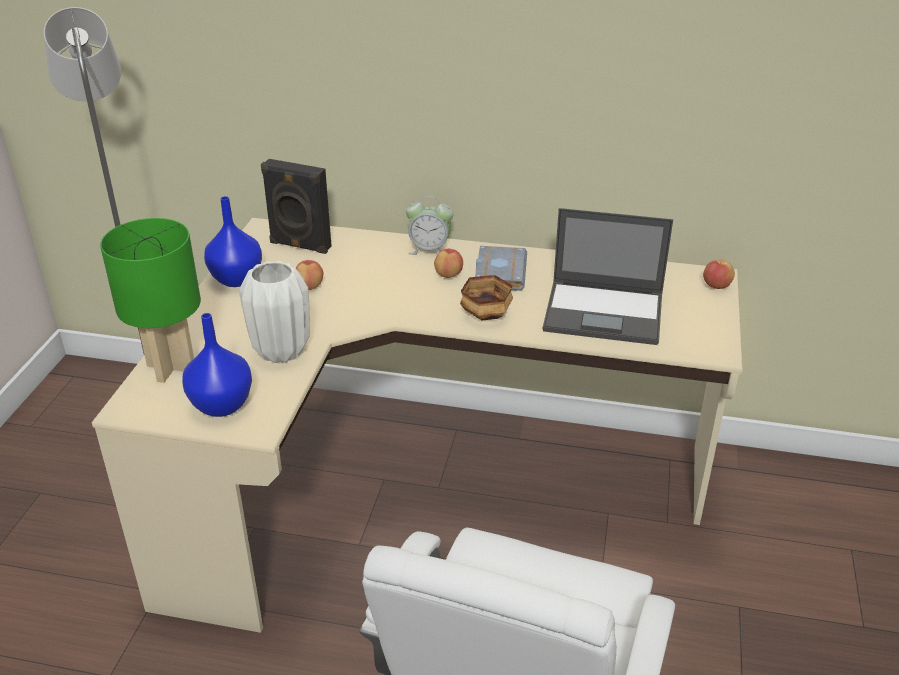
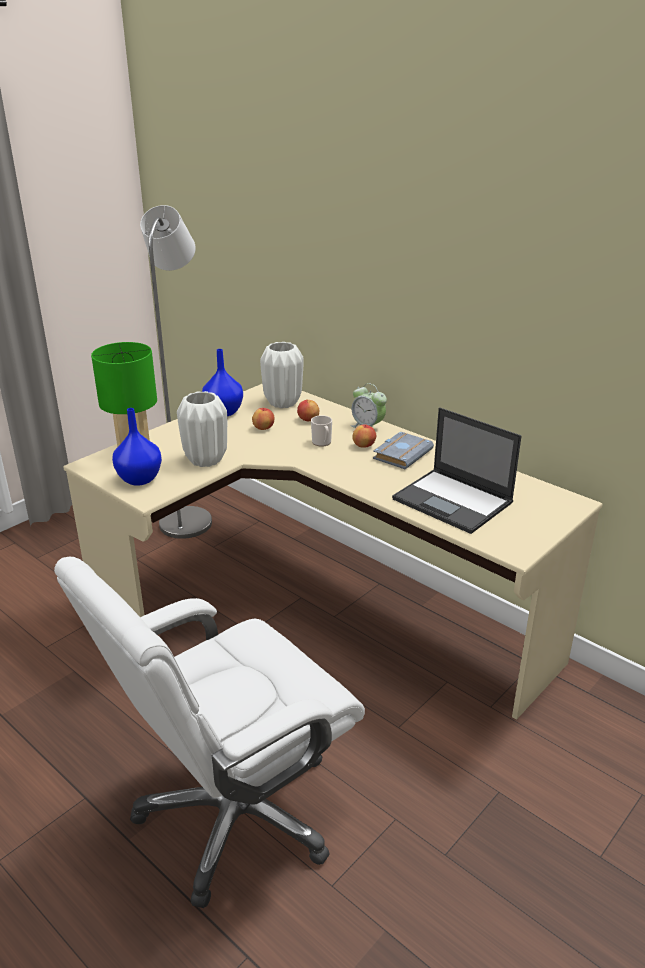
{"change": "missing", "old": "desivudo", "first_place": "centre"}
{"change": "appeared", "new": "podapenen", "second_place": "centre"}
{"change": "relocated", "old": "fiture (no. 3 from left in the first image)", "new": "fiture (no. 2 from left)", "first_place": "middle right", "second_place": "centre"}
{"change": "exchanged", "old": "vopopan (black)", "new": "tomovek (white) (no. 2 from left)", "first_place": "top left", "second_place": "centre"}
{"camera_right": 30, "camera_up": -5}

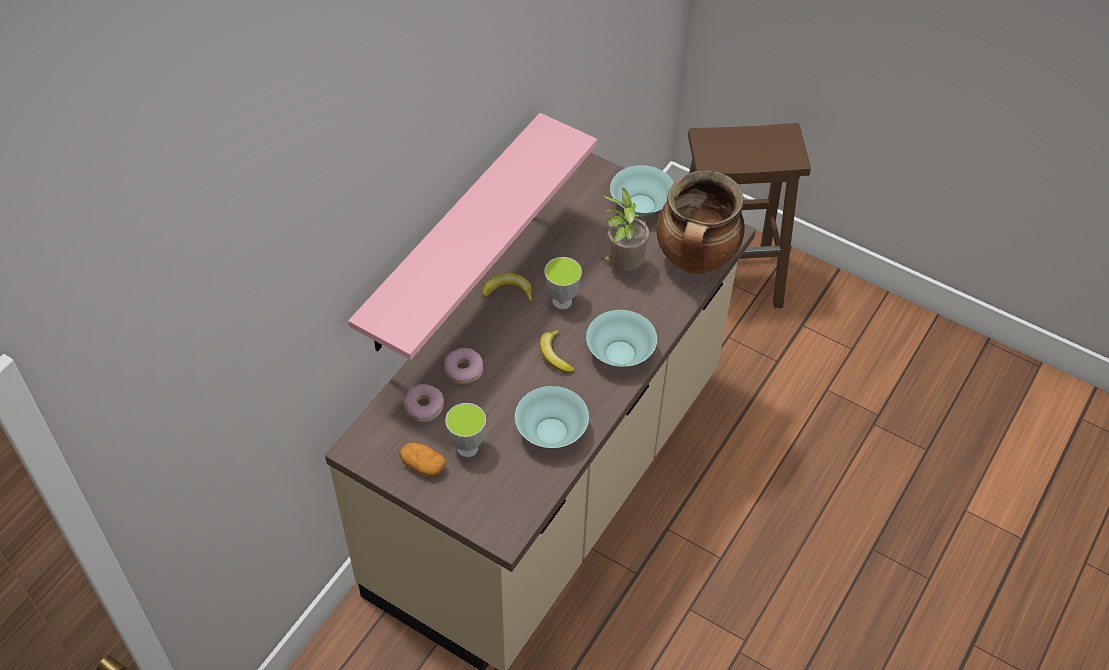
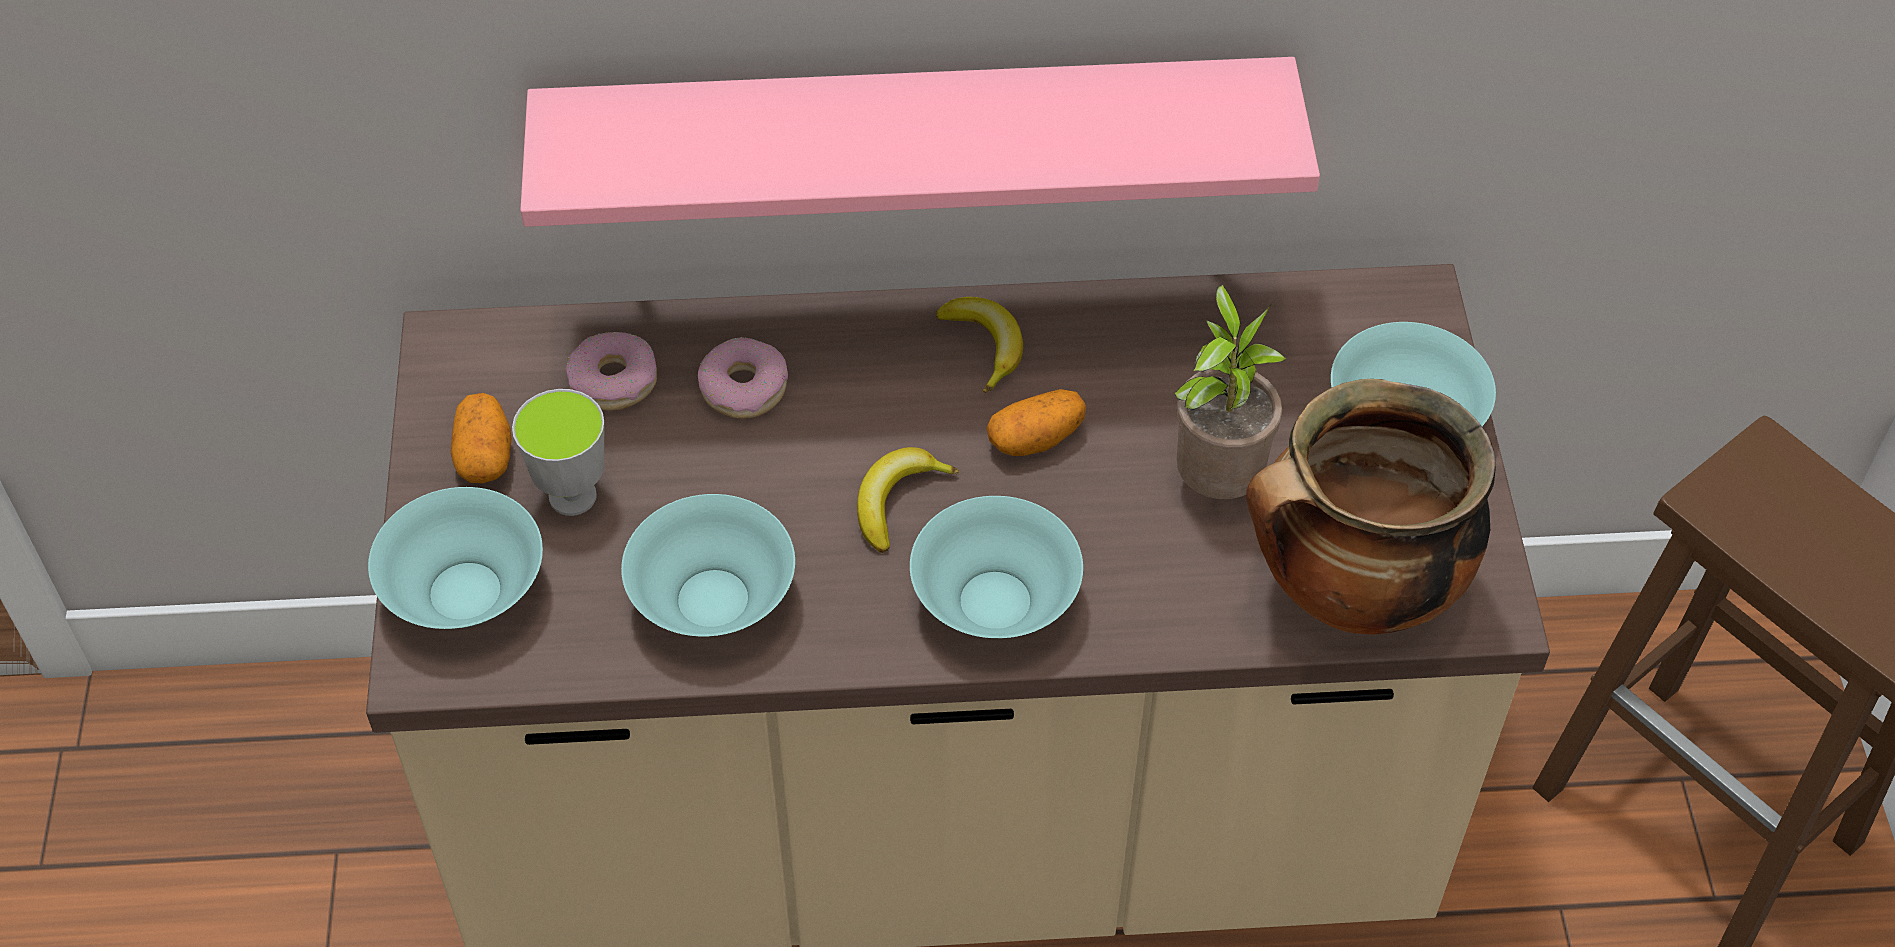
{"change": "appeared", "new": "desivudo (turquoise) (no. 1 from left)", "second_place": "middle left"}
{"change": "exchanged", "old": "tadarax (no. 2 from left)", "new": "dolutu (no. 2 from left)", "first_place": "centre", "second_place": "centre"}
{"camera_right": 55, "camera_up": 0}

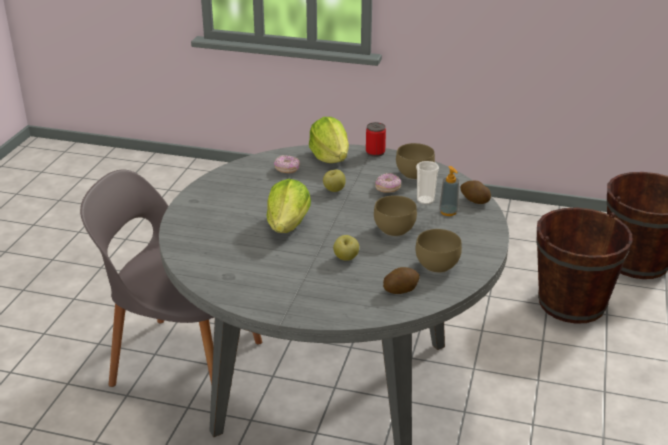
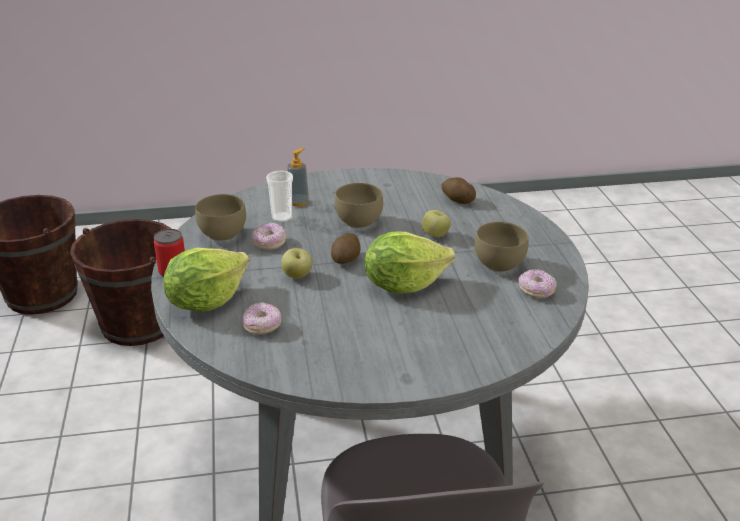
{"change": "appeared", "new": "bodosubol (no. 3 from left)", "second_place": "middle right"}
{"change": "relocated", "old": "desivudo (brown) (no. 3 from left)", "first_place": "centre", "second_place": "middle right"}
{"change": "relocated", "old": "dolutu (no. 2 from left in the first image)", "new": "dolutu (no. 1 from left)", "first_place": "middle right", "second_place": "centre"}
{"camera_right": -115, "camera_up": 0}

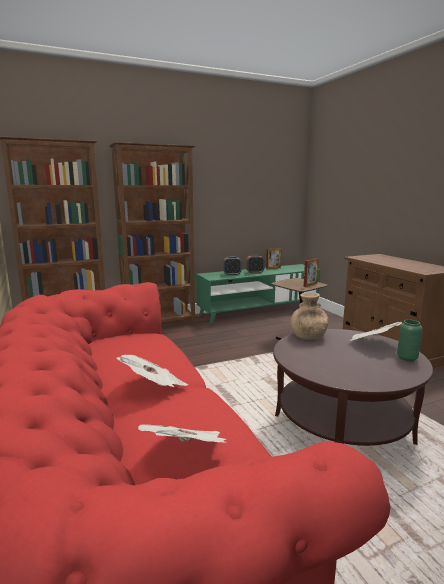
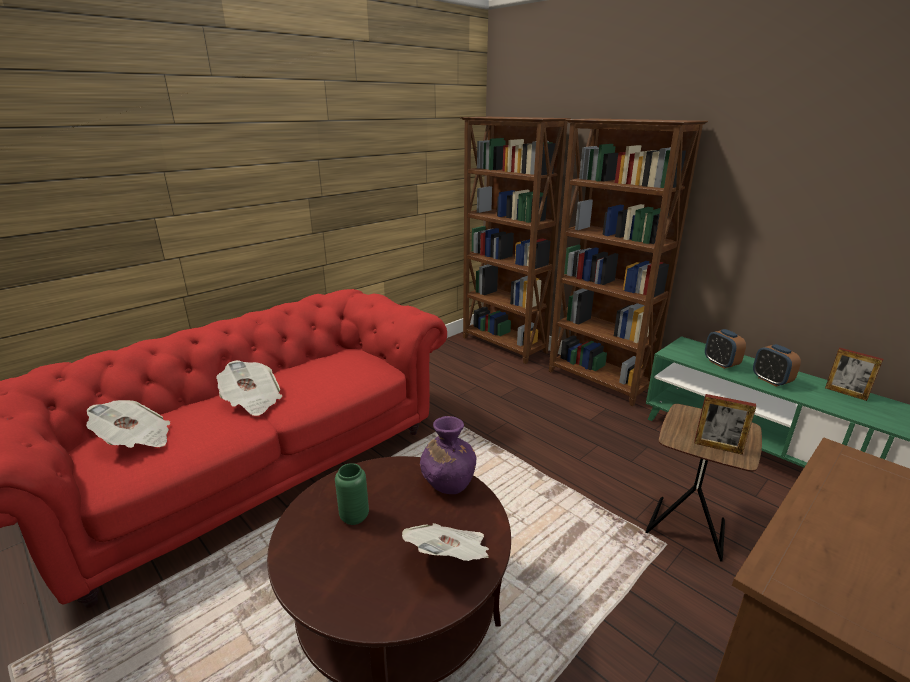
{"change": "relocated", "old": "tomovek (green)", "first_place": "middle right", "second_place": "bottom centre"}
{"change": "colour", "old": "tomovek (brown)", "new": "tomovek (purple)", "first_place": "middle right", "second_place": "bottom centre"}
{"camera_right": 70, "camera_up": 10}

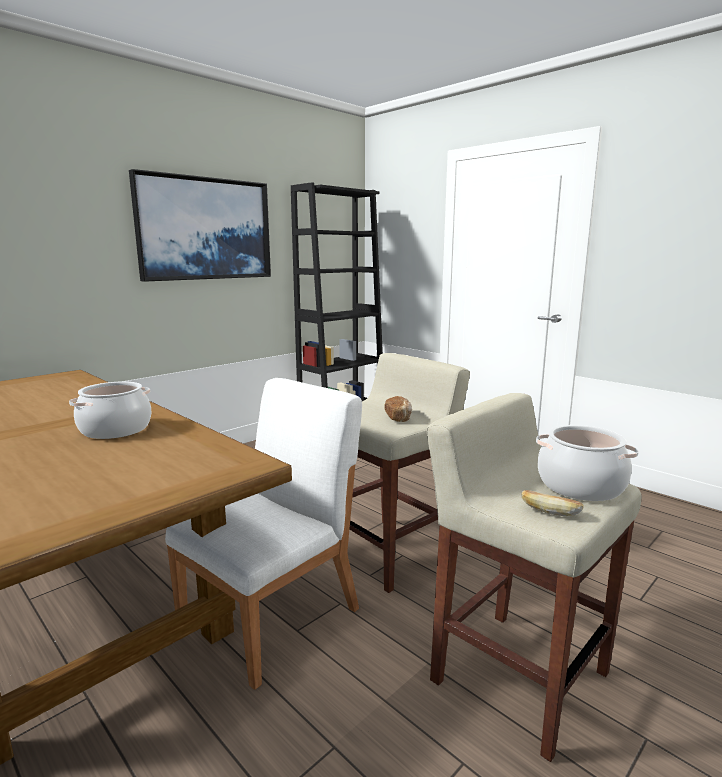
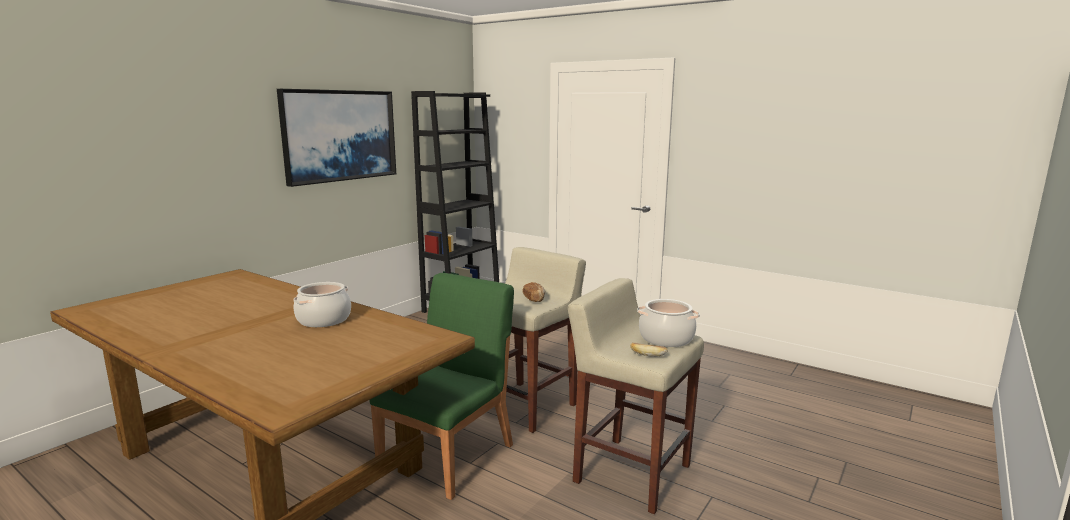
{"change": "colour", "old": "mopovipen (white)", "new": "mopovipen (green)", "first_place": "bottom centre", "second_place": "bottom centre"}
{"camera_right": -10, "camera_up": 0}

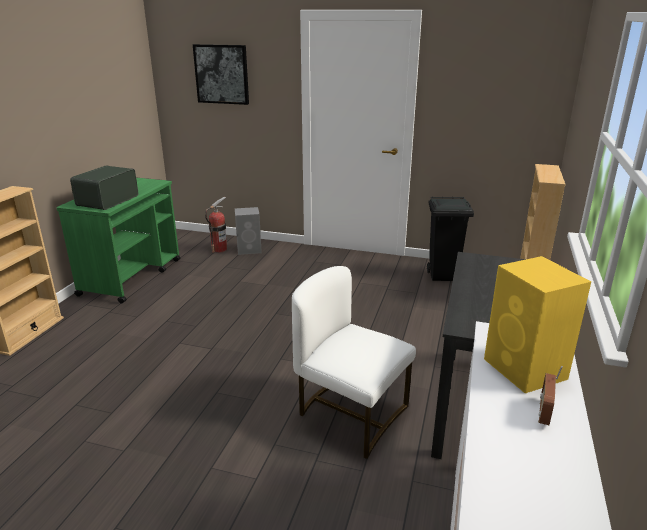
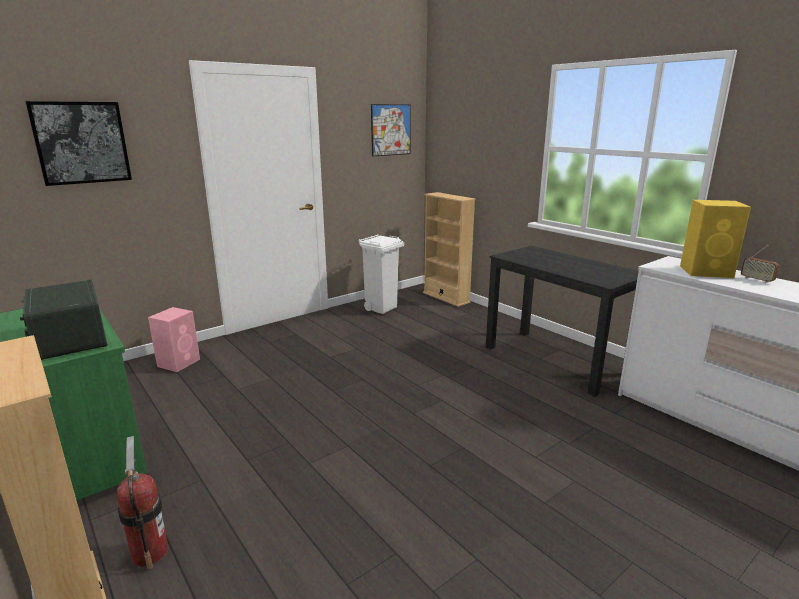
{"change": "missing", "old": "mopovipen (white)", "first_place": "bottom centre"}
{"change": "appeared", "new": "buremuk (no. 2 from left)", "second_place": "top centre"}
{"change": "relocated", "old": "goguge", "first_place": "centre", "second_place": "bottom left"}
{"change": "colour", "old": "vopopan (grey)", "new": "vopopan (pink)", "first_place": "centre", "second_place": "middle left"}
{"change": "colour", "old": "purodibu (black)", "new": "purodibu (white)", "first_place": "middle right", "second_place": "centre"}
{"camera_right": -55, "camera_up": -5}

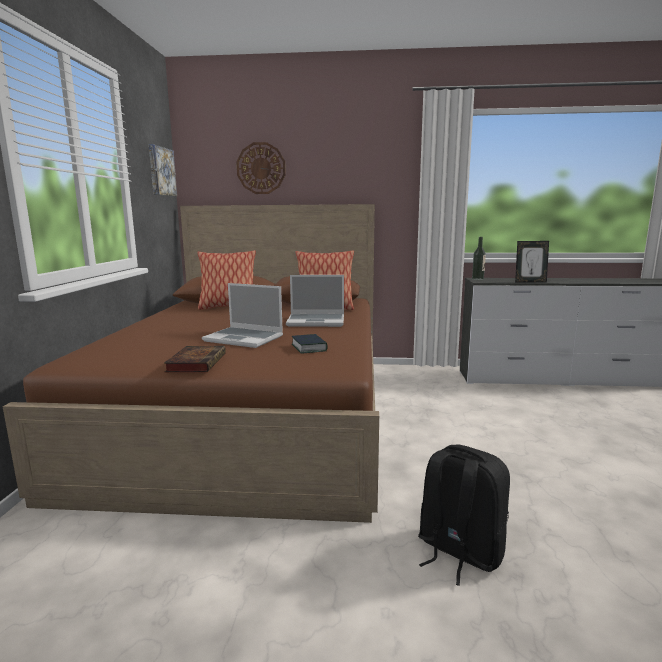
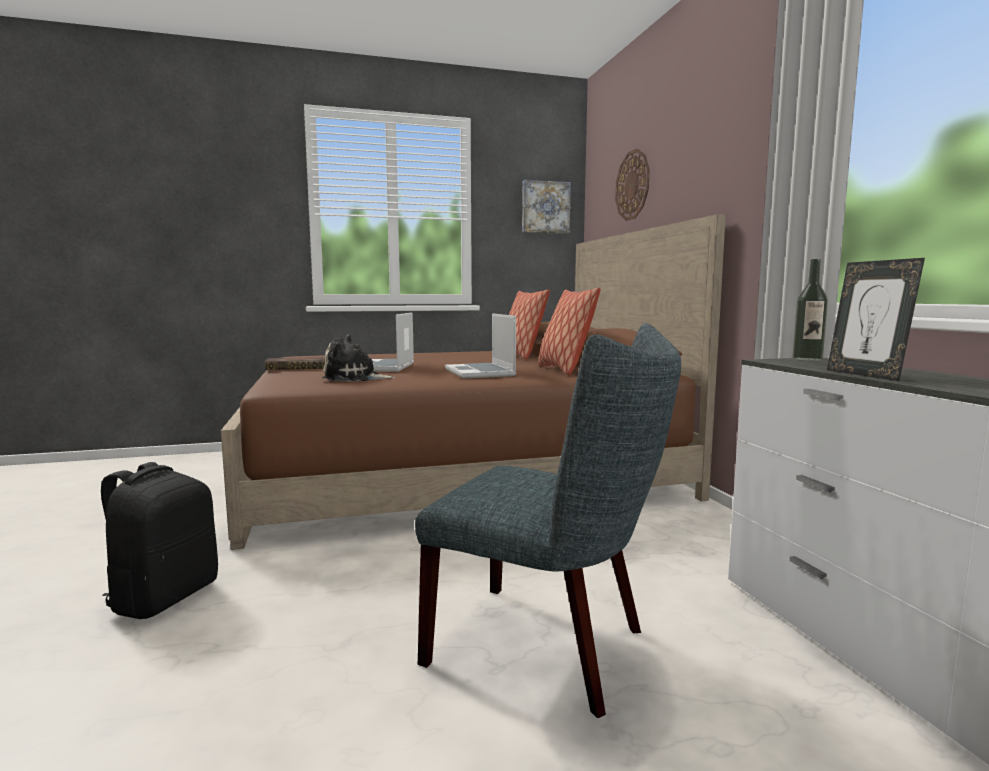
{"change": "appeared", "new": "mopovipen (grey)", "second_place": "bottom centre"}
{"change": "exchanged", "old": "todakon (no. 2 from left)", "new": "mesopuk", "first_place": "centre", "second_place": "centre"}
{"camera_right": 70, "camera_up": -5}

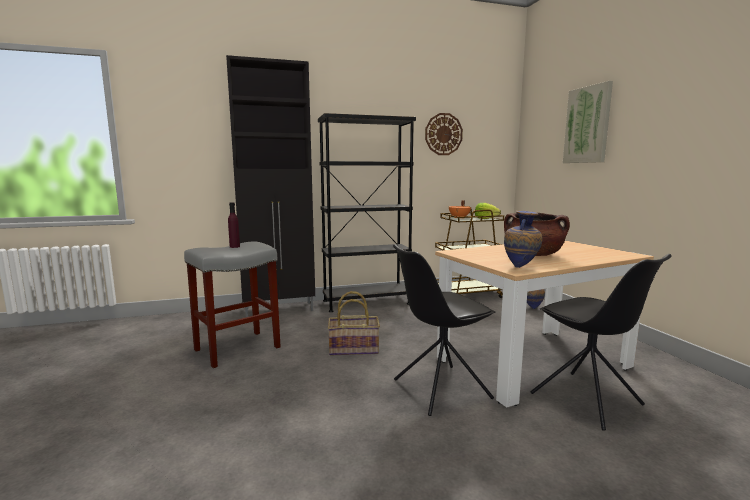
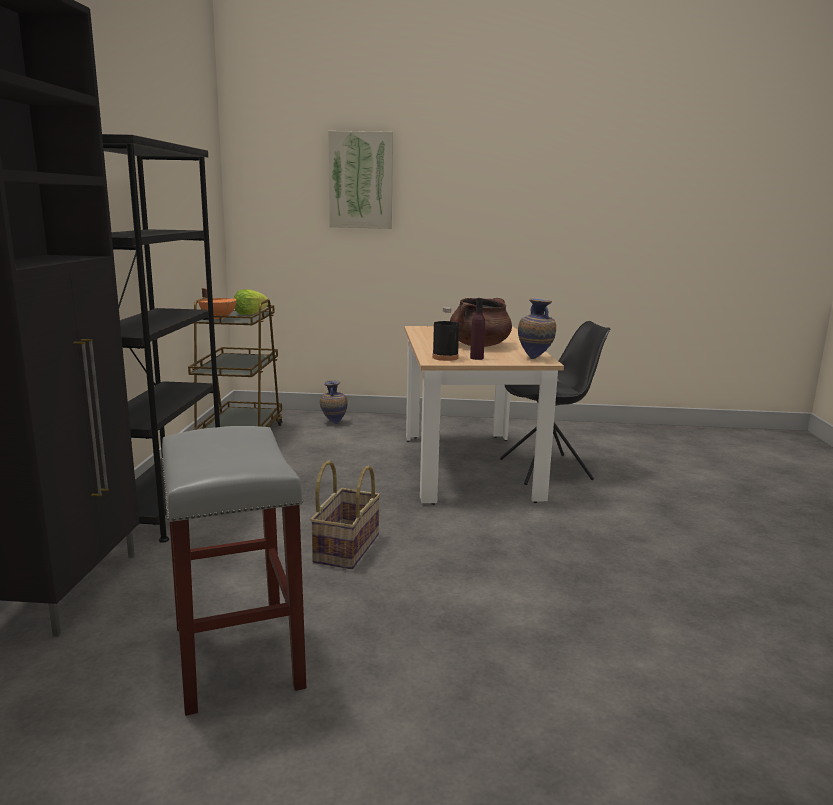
{"change": "missing", "old": "mopovipen (black) (no. 1 from left)", "first_place": "centre"}
{"change": "missing", "old": "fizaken", "first_place": "top centre"}
{"change": "appeared", "new": "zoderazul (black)", "second_place": "centre"}
{"change": "relocated", "old": "zoderazul (purple)", "first_place": "middle left", "second_place": "centre"}
{"camera_right": -70, "camera_up": 5}

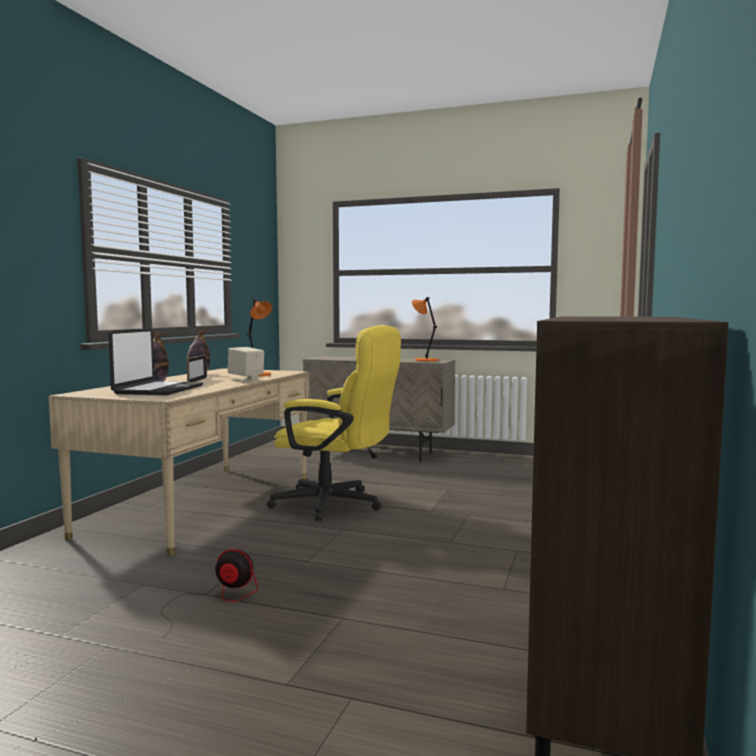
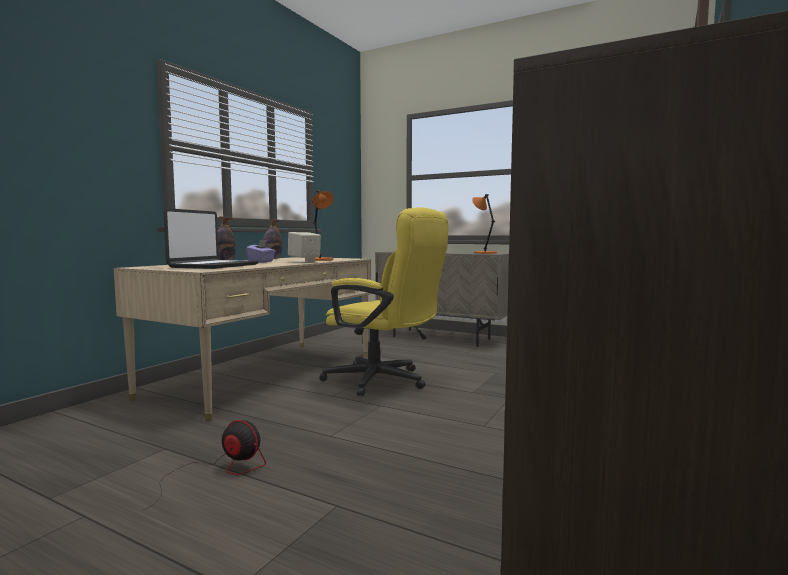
{"change": "exchanged", "old": "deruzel", "new": "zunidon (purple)", "first_place": "middle left", "second_place": "middle left"}
{"camera_right": 10, "camera_up": 0}

